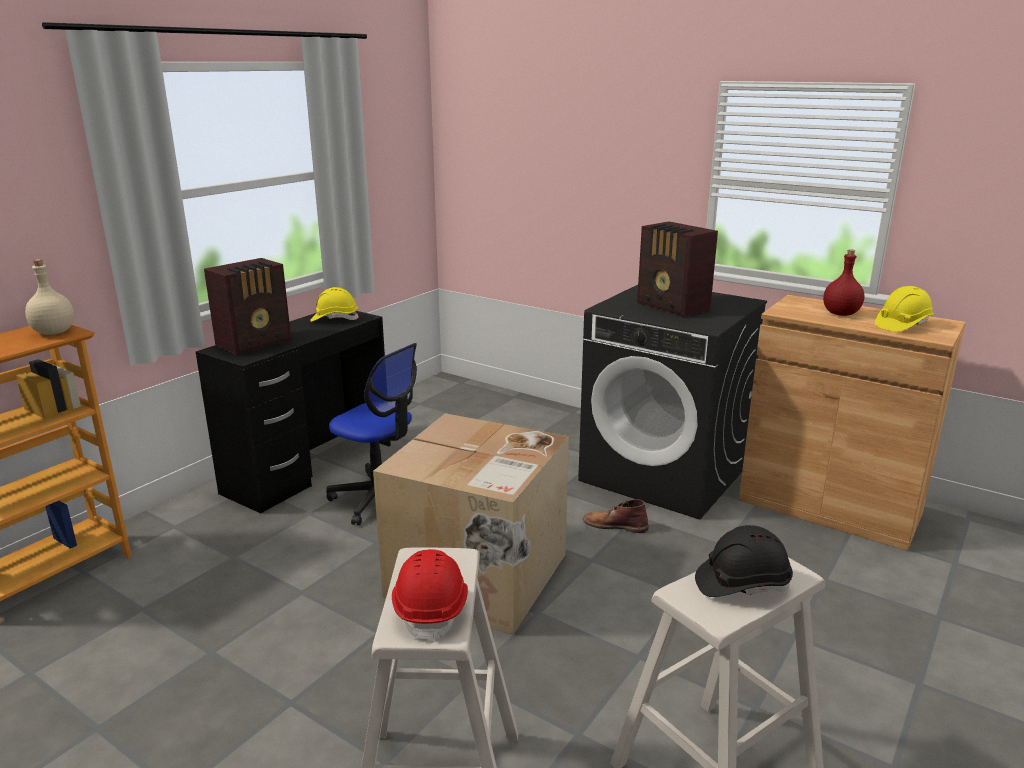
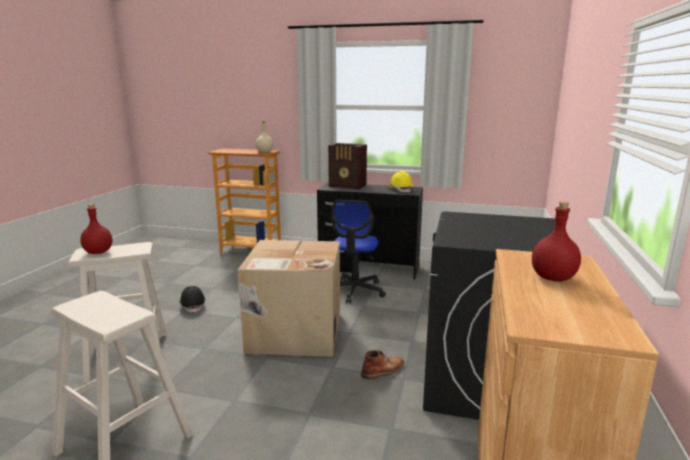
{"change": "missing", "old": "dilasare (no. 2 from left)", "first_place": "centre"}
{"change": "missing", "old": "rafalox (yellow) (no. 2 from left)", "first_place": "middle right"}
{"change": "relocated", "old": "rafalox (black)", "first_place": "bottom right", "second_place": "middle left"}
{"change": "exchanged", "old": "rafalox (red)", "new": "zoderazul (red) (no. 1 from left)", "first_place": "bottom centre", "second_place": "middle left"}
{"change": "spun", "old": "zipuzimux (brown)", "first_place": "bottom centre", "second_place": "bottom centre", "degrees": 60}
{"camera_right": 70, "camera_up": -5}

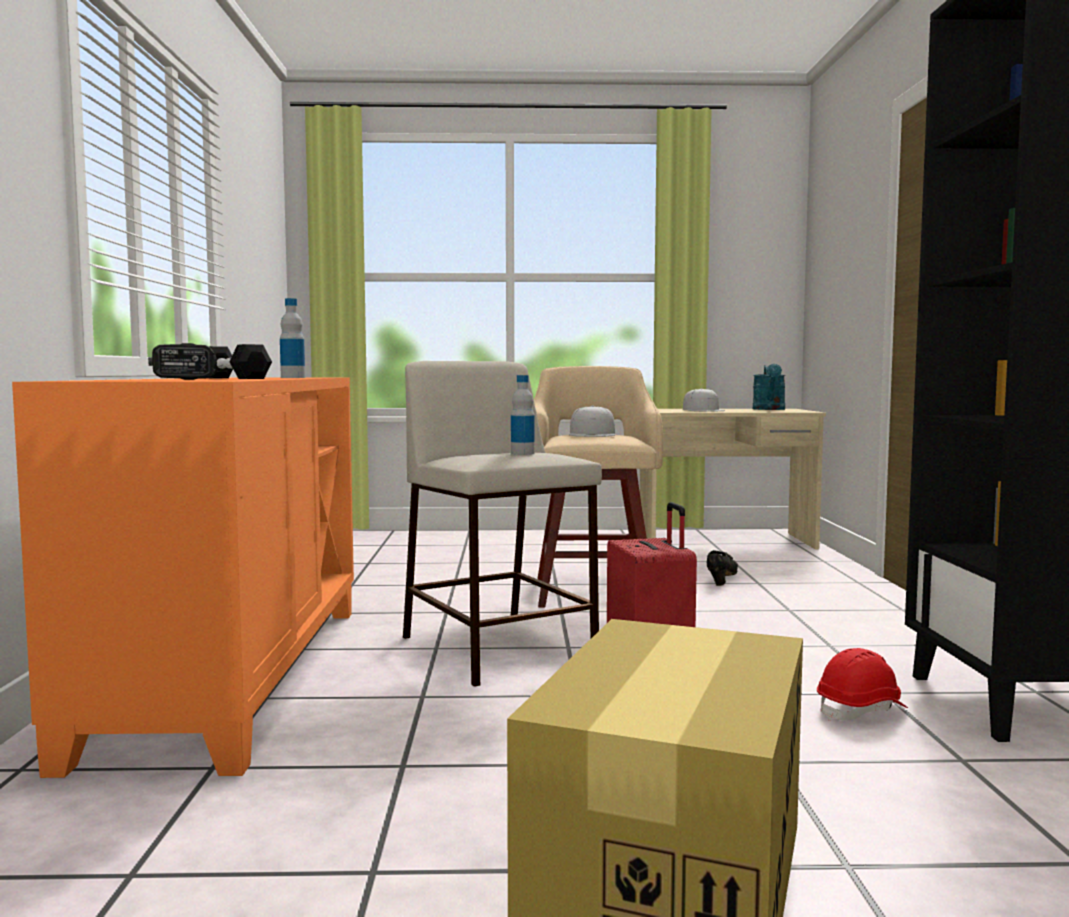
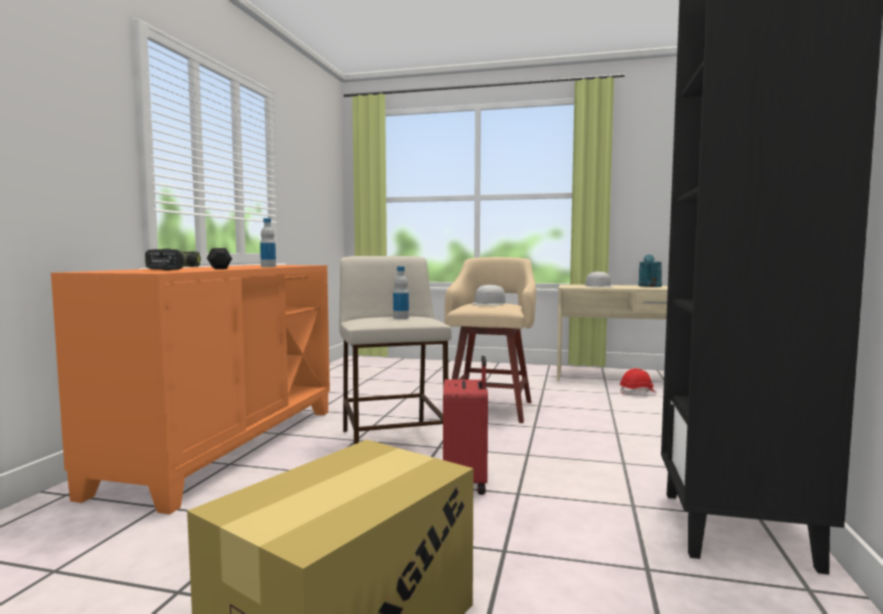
{"change": "missing", "old": "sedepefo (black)", "first_place": "middle right"}
{"change": "relocated", "old": "rafalox (red)", "first_place": "bottom right", "second_place": "middle right"}
{"camera_right": 15, "camera_up": 0}

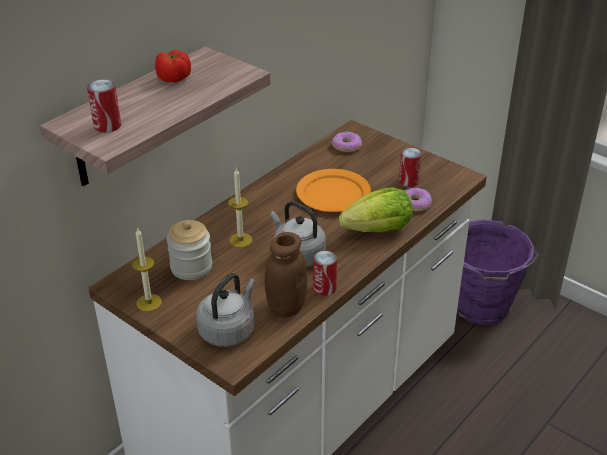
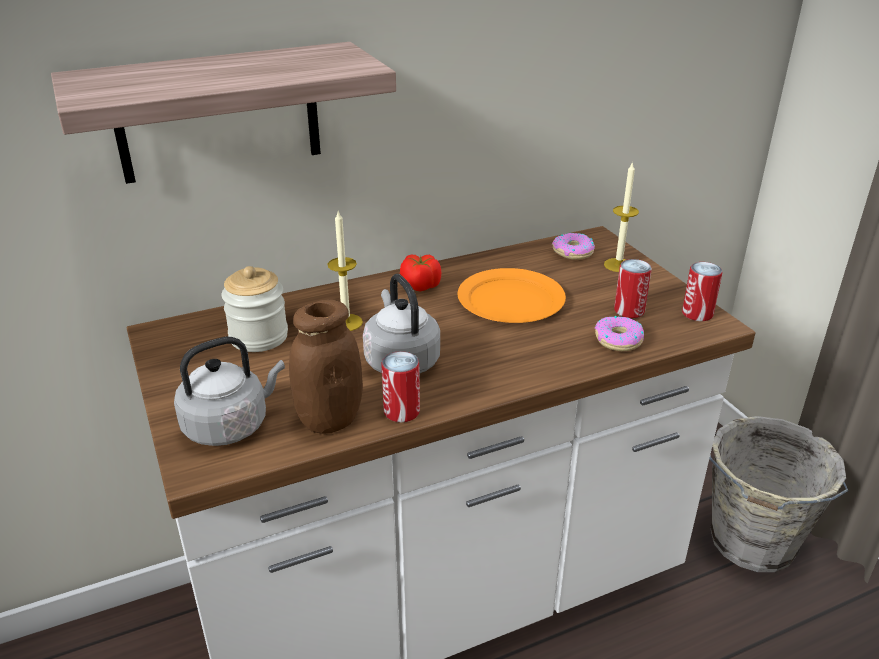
{"change": "missing", "old": "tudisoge", "first_place": "centre"}
{"change": "relocated", "old": "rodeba (no. 1 from left in the first image)", "new": "rodeba (no. 3 from left)", "first_place": "top left", "second_place": "middle right"}
{"change": "relocated", "old": "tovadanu (no. 1 from left in the first image)", "new": "tovadanu (no. 2 from left)", "first_place": "middle left", "second_place": "top right"}
{"change": "relocated", "old": "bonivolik", "first_place": "top left", "second_place": "centre"}
{"change": "colour", "old": "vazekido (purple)", "new": "vazekido (grey)", "first_place": "middle right", "second_place": "bottom right"}
{"camera_right": 25, "camera_up": -5}

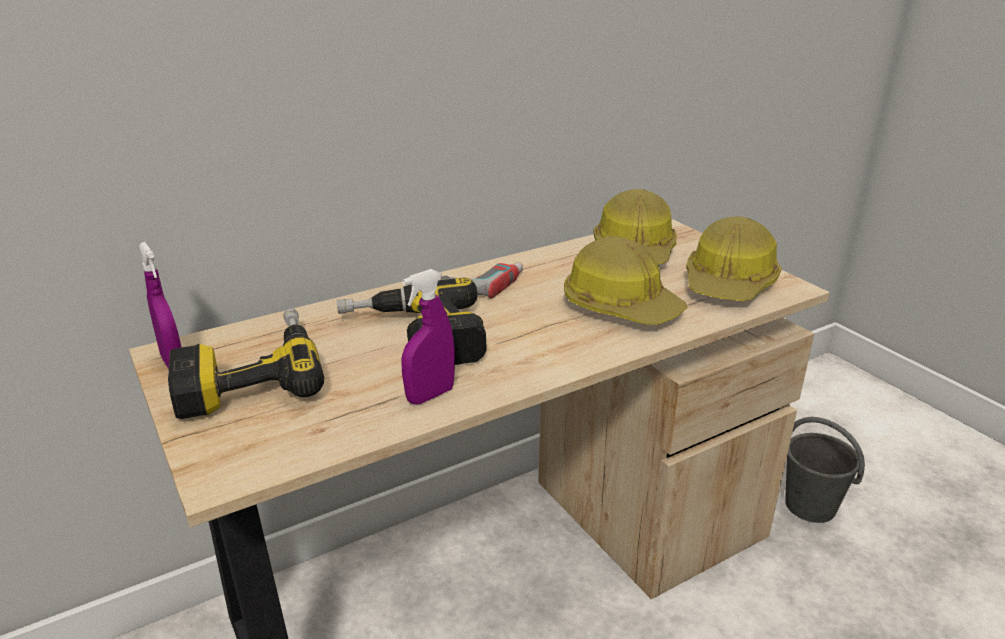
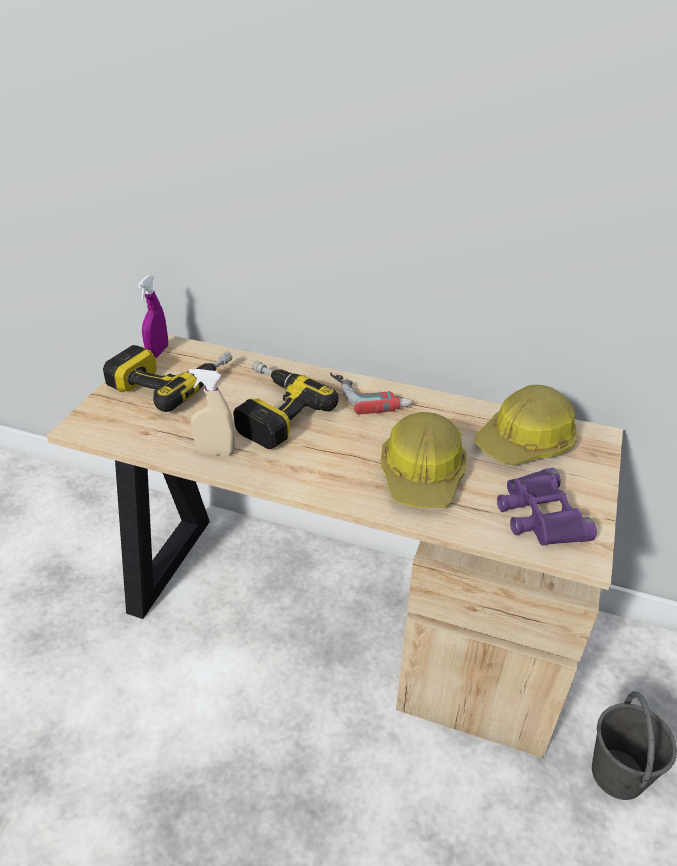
{"change": "exchanged", "old": "rafalox (no. 3 from left)", "new": "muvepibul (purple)", "first_place": "middle right", "second_place": "middle right"}
{"change": "colour", "old": "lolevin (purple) (no. 2 from left)", "new": "lolevin (beige)", "first_place": "centre", "second_place": "middle left"}
{"camera_right": 50, "camera_up": 10}

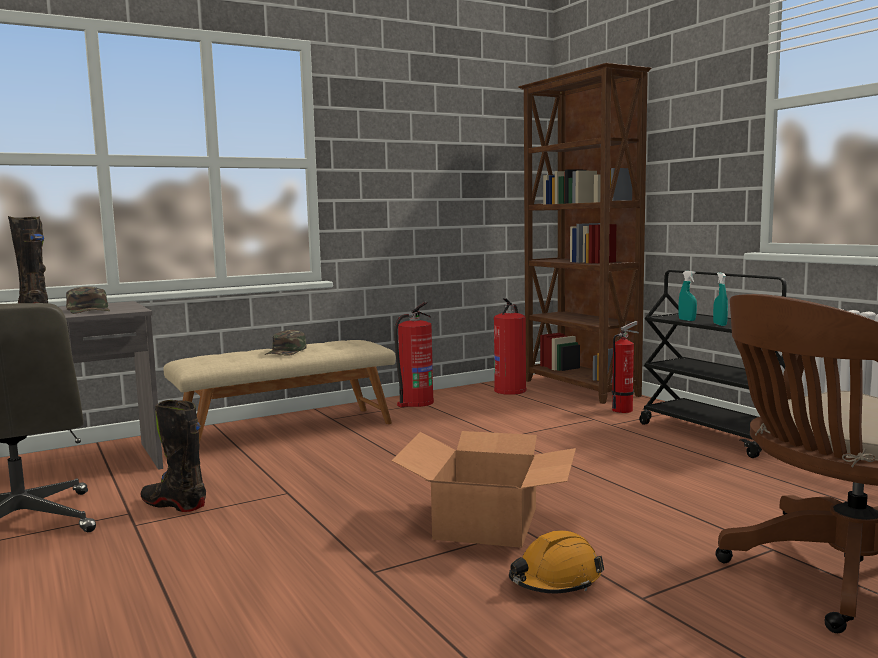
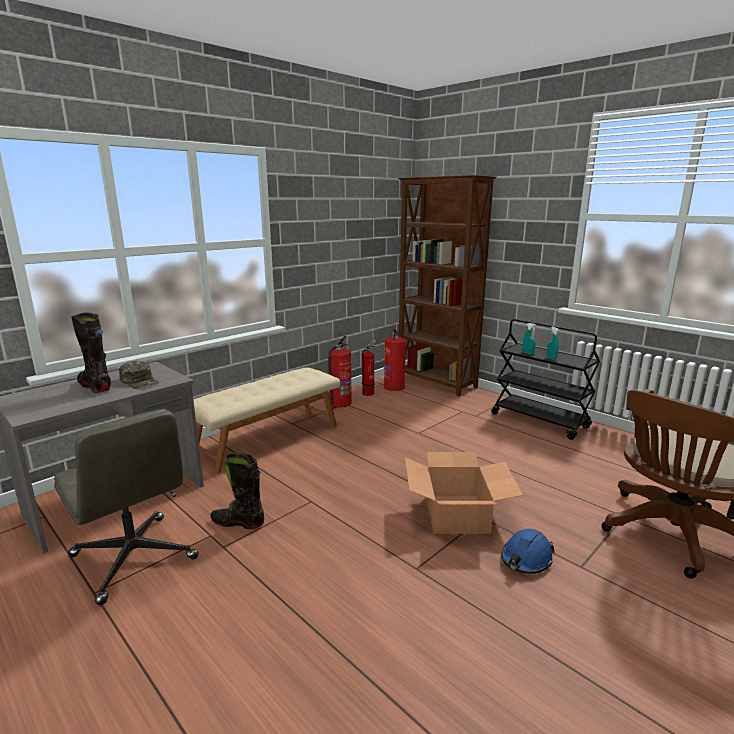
{"change": "missing", "old": "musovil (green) (no. 2 from left)", "first_place": "middle left"}
{"change": "relocated", "old": "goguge (no. 3 from left in the first image)", "new": "goguge (no. 2 from left)", "first_place": "middle right", "second_place": "centre"}
{"change": "colour", "old": "rafalox (orange)", "new": "rafalox (blue)", "first_place": "bottom centre", "second_place": "bottom right"}
{"camera_right": -15, "camera_up": 10}

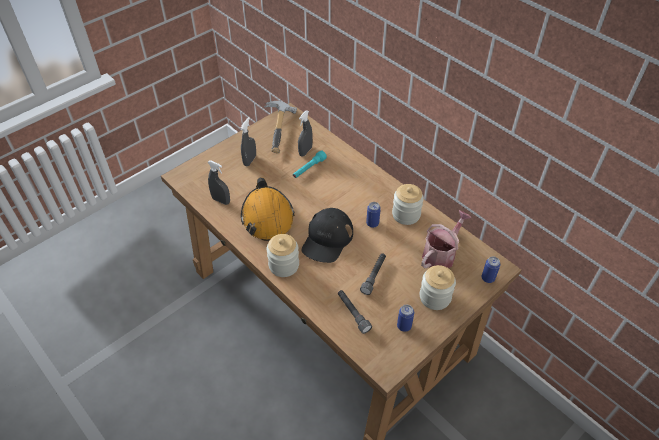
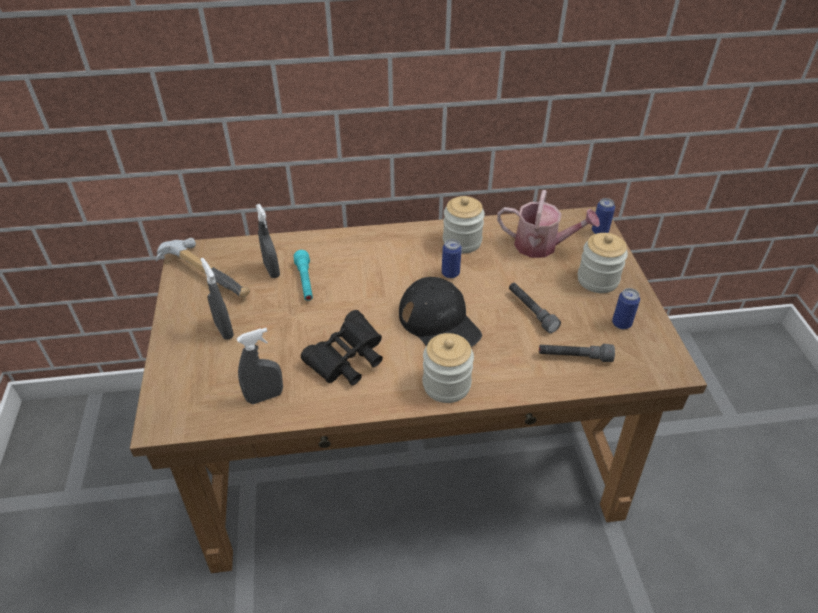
{"change": "exchanged", "old": "rafalox (orange)", "new": "muvepibul (black)", "first_place": "centre", "second_place": "centre"}
{"change": "spun", "old": "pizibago", "first_place": "middle right", "second_place": "middle right", "degrees": 120}
{"camera_right": -55, "camera_up": -5}

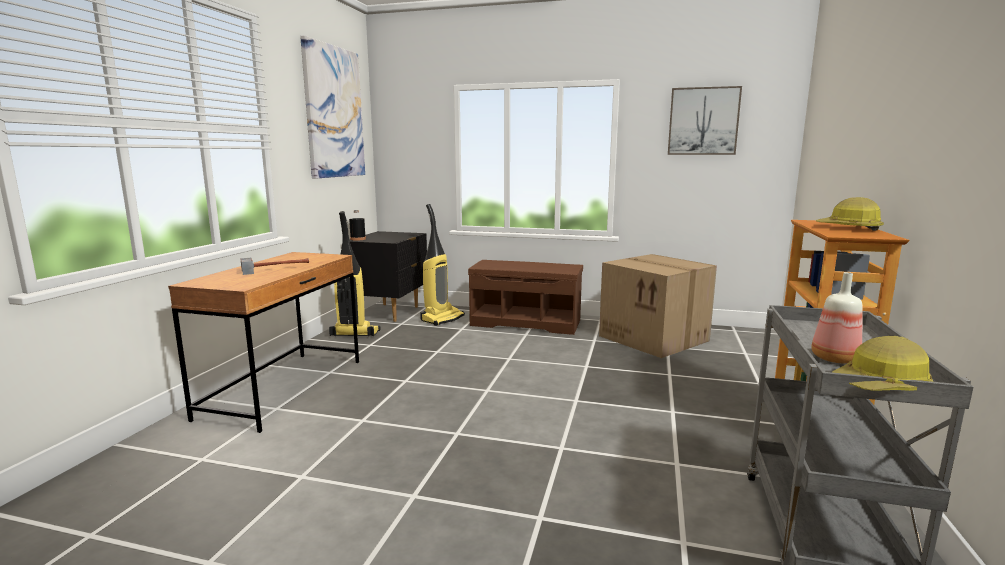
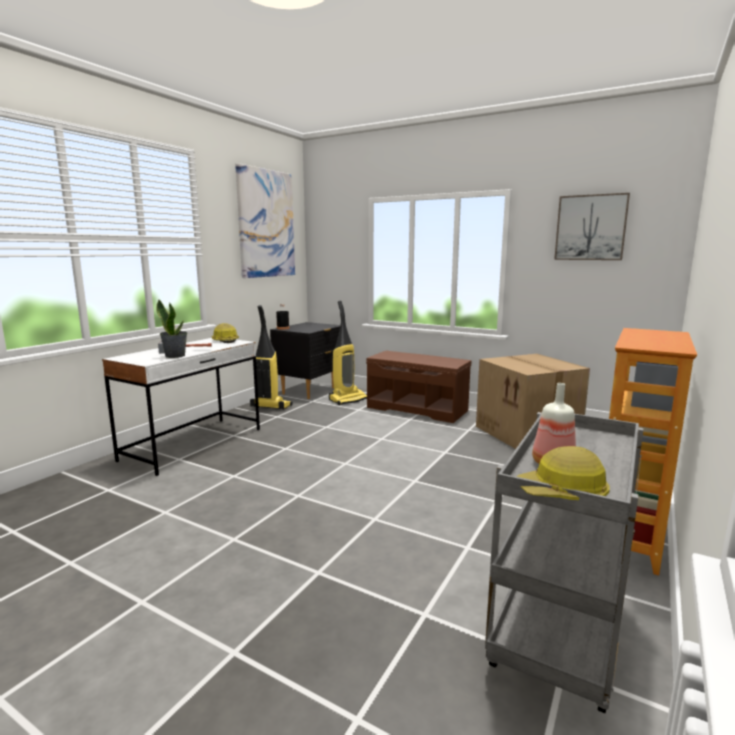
{"change": "appeared", "new": "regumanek", "second_place": "middle left"}
{"change": "relocated", "old": "rafalox (no. 1 from left)", "first_place": "middle right", "second_place": "middle left"}
{"change": "colour", "old": "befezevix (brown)", "new": "befezevix (white)", "first_place": "middle left", "second_place": "middle left"}
{"camera_right": 15, "camera_up": 0}

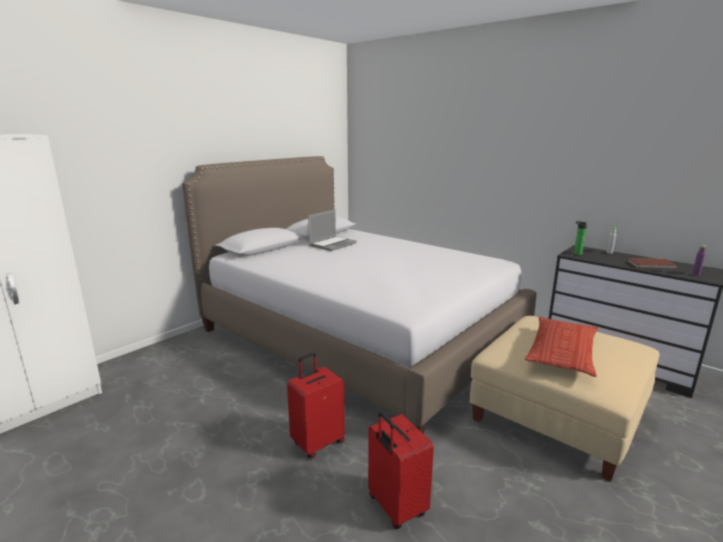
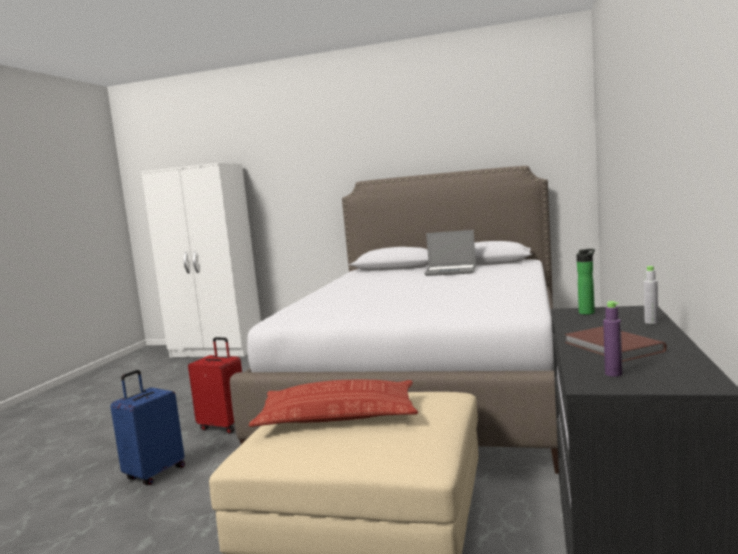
{"change": "colour", "old": "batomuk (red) (no. 2 from left)", "new": "batomuk (blue)", "first_place": "bottom centre", "second_place": "bottom left"}
{"camera_right": 65, "camera_up": -10}

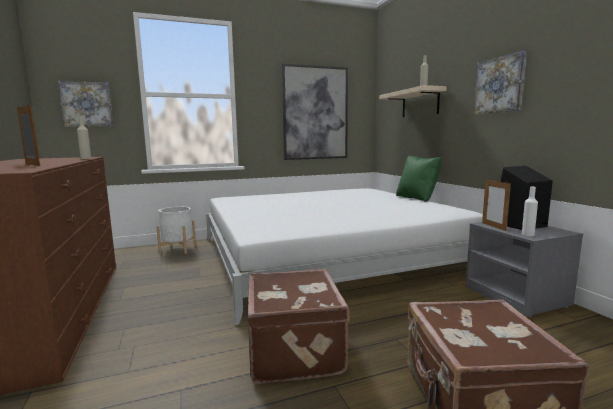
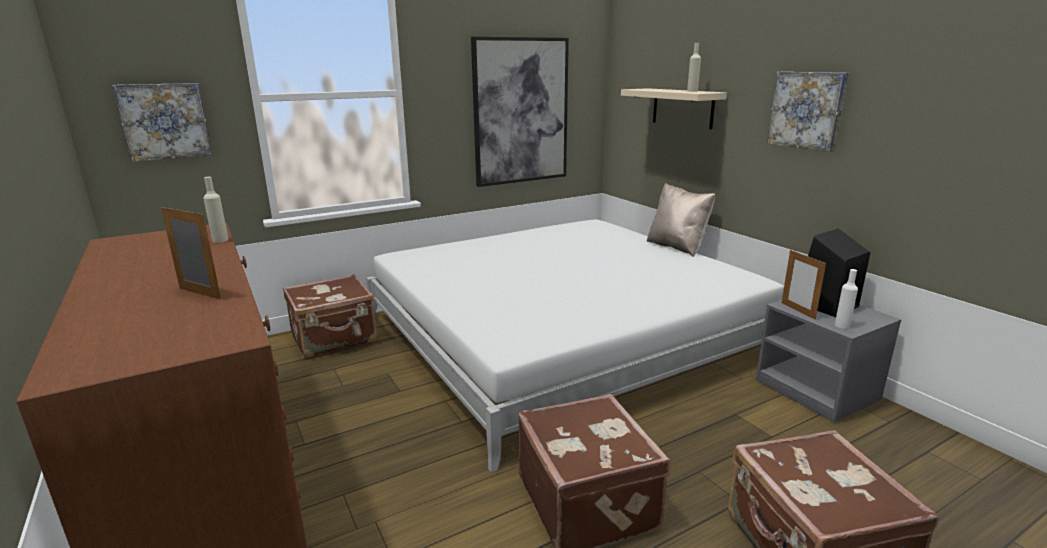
{"change": "exchanged", "old": "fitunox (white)", "new": "batomuk (brown) (no. 1 from left)", "first_place": "middle left", "second_place": "middle left"}
{"change": "colour", "old": "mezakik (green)", "new": "mezakik (beige)", "first_place": "middle right", "second_place": "centre"}
{"camera_right": -10, "camera_up": 10}

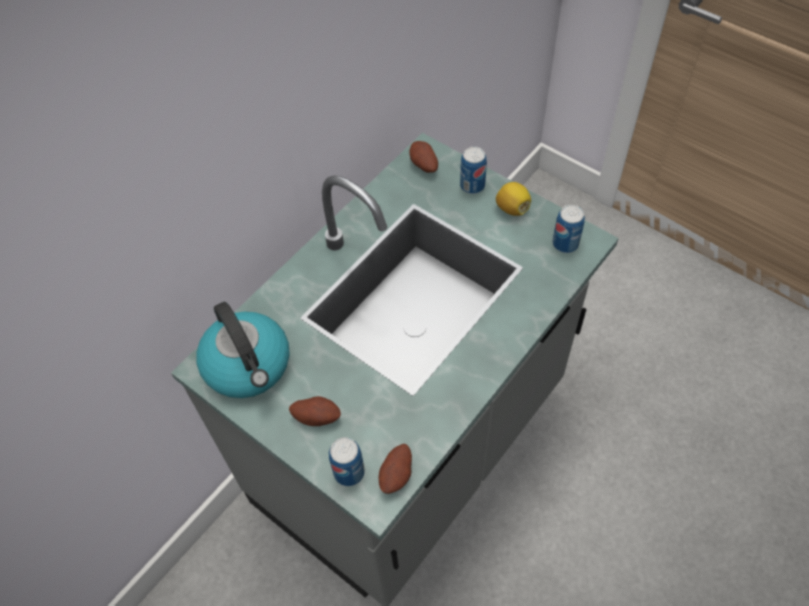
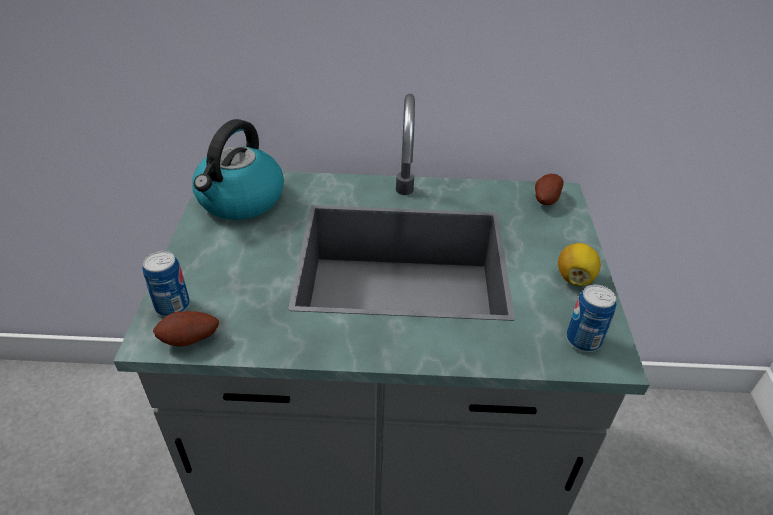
{"change": "missing", "old": "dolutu (no. 1 from left)", "first_place": "bottom centre"}
{"change": "missing", "old": "rodeba (no. 2 from left)", "first_place": "top centre"}
{"camera_right": 50, "camera_up": -15}

